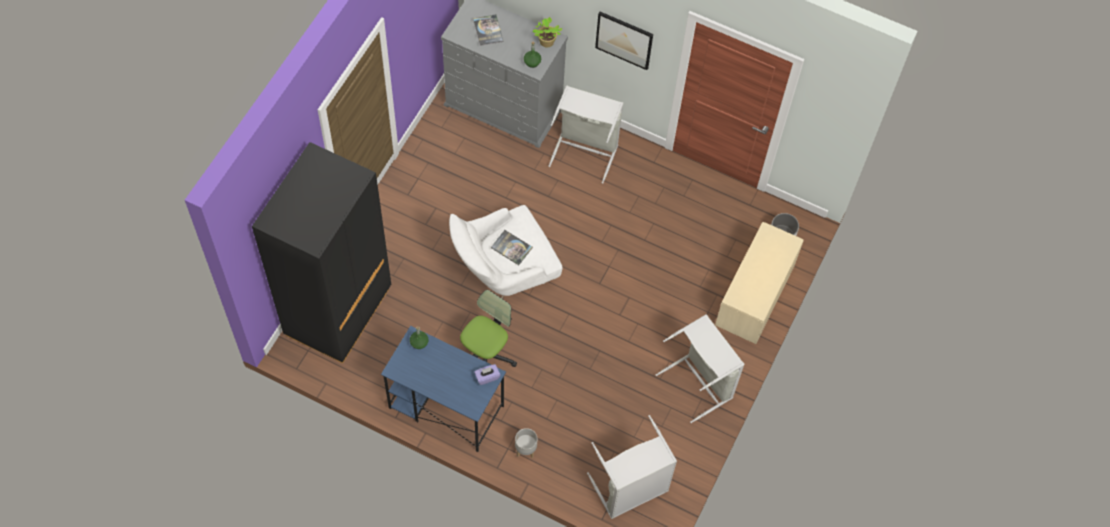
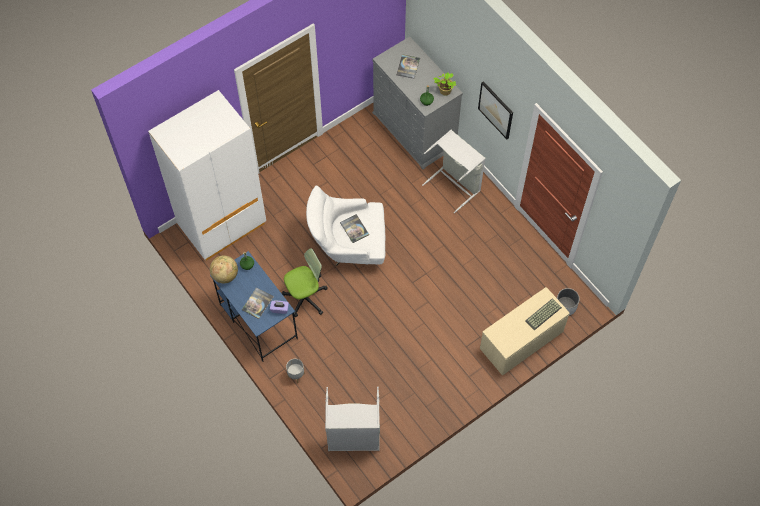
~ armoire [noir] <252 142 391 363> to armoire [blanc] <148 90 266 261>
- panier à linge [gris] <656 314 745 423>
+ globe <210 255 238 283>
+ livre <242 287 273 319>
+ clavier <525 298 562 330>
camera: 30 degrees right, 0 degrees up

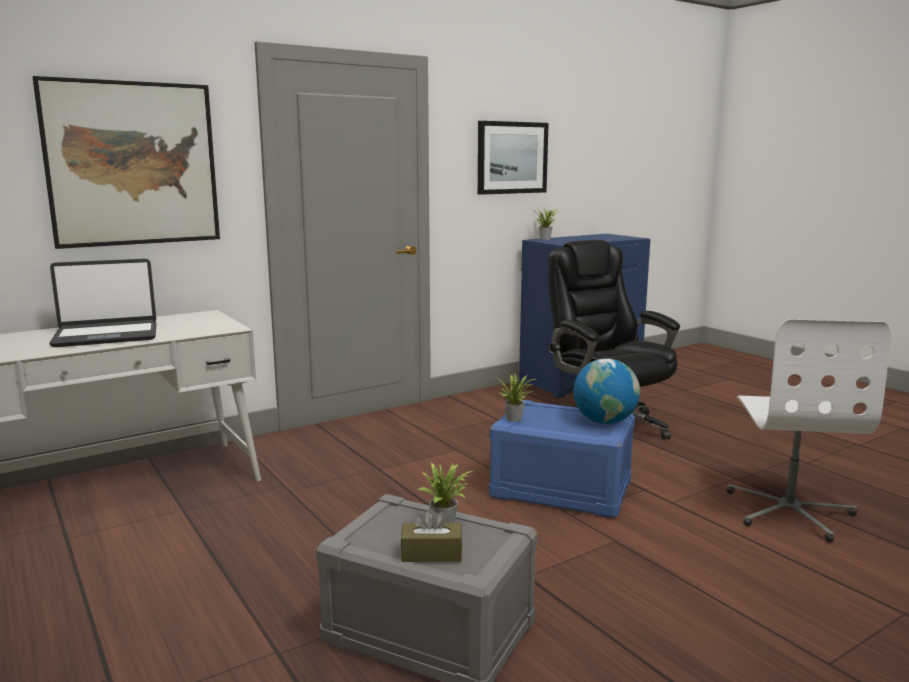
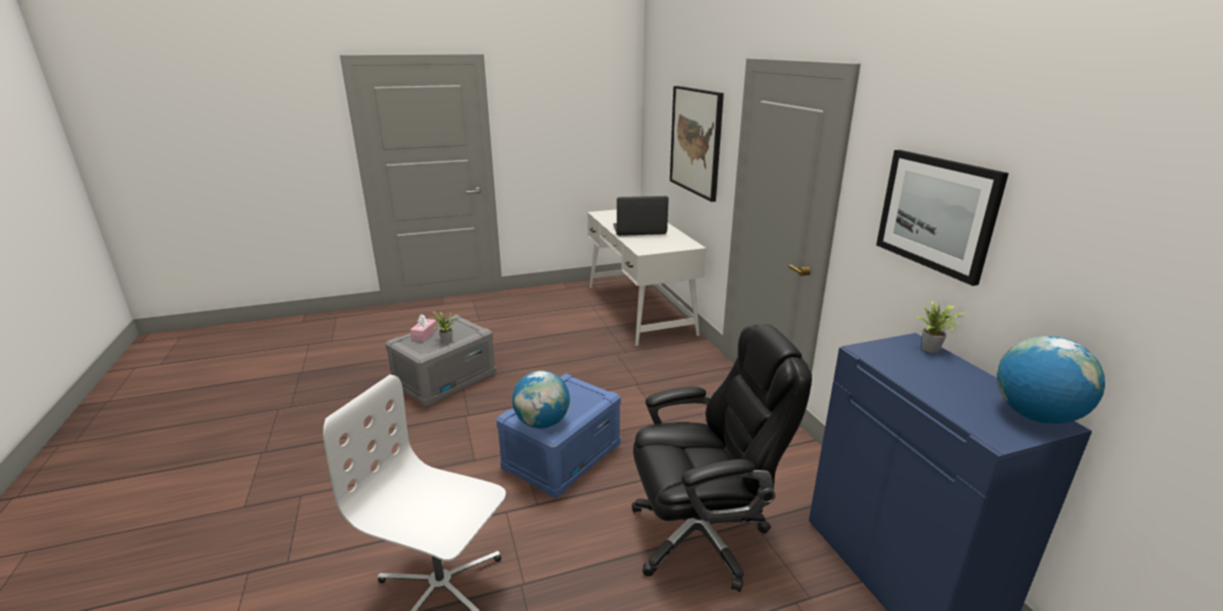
~ ordinateur portable <49 259 157 347> = <613 196 669 236> 90 degrees clockwise
~ boîte à mouchoirs [marron] <400 508 462 562> to boîte à mouchoirs [rose] <410 314 438 341>
- plante en pot <497 373 535 422>
+ globe <997 336 1105 424>
camera: 105 degrees right, 10 degrees up

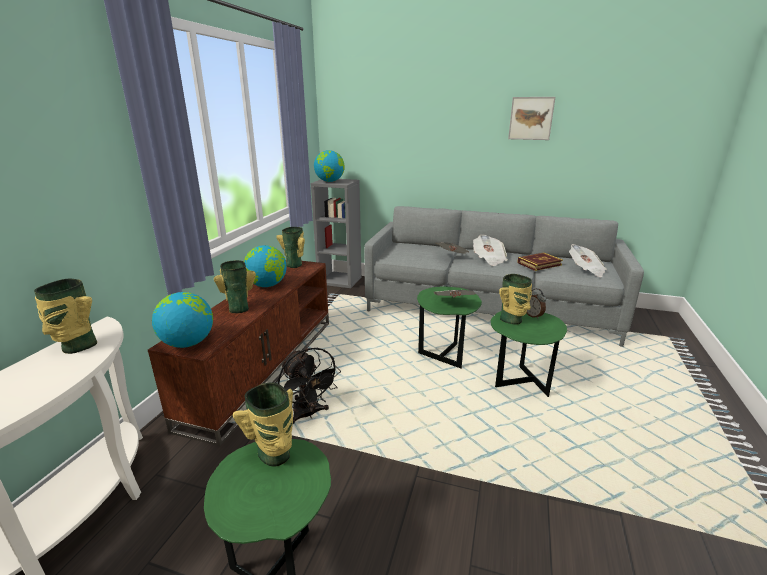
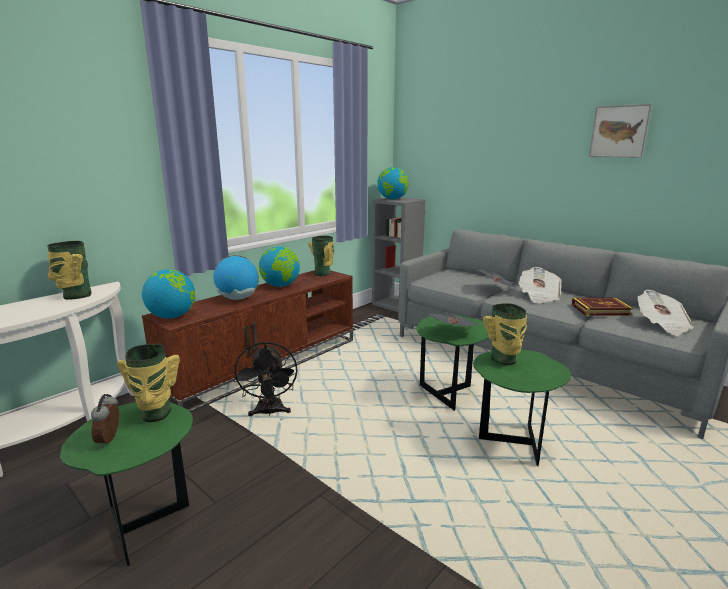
~ vase <214 260 256 313> to globe <213 255 259 300>
~ réveil <527 288 546 319> to <91 394 119 447>
camera: 25 degrees right, 5 degrees down

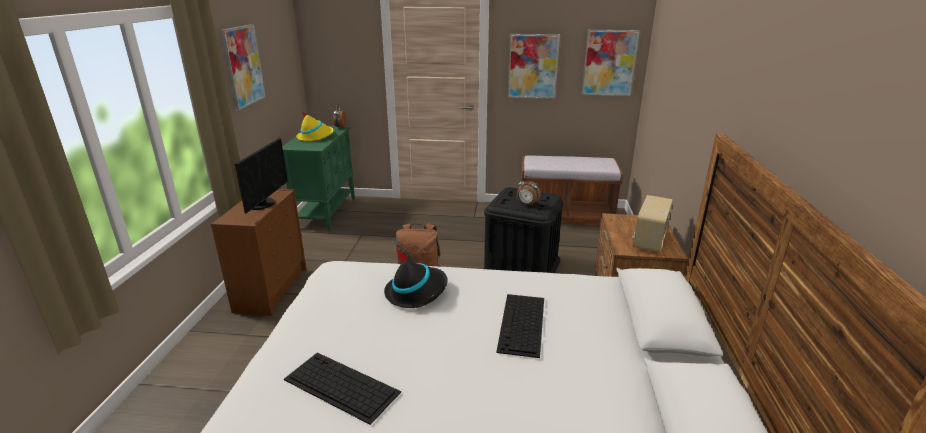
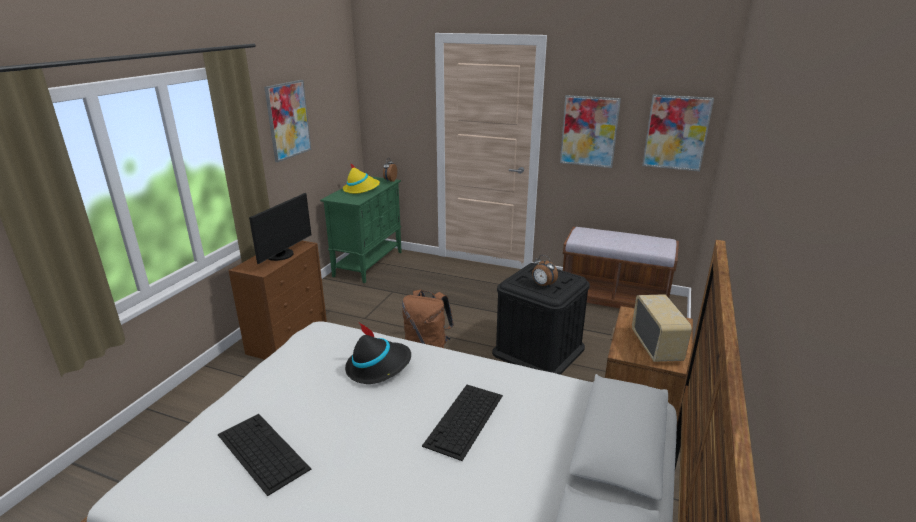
~ radio <632 195 673 252> = <632 294 692 362> 135 degrees clockwise
camera: 15 degrees right, 0 degrees up

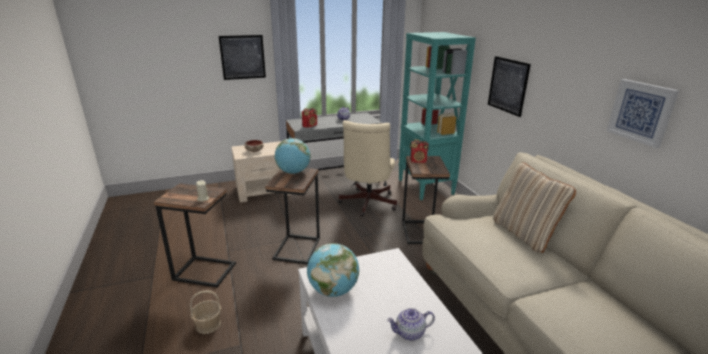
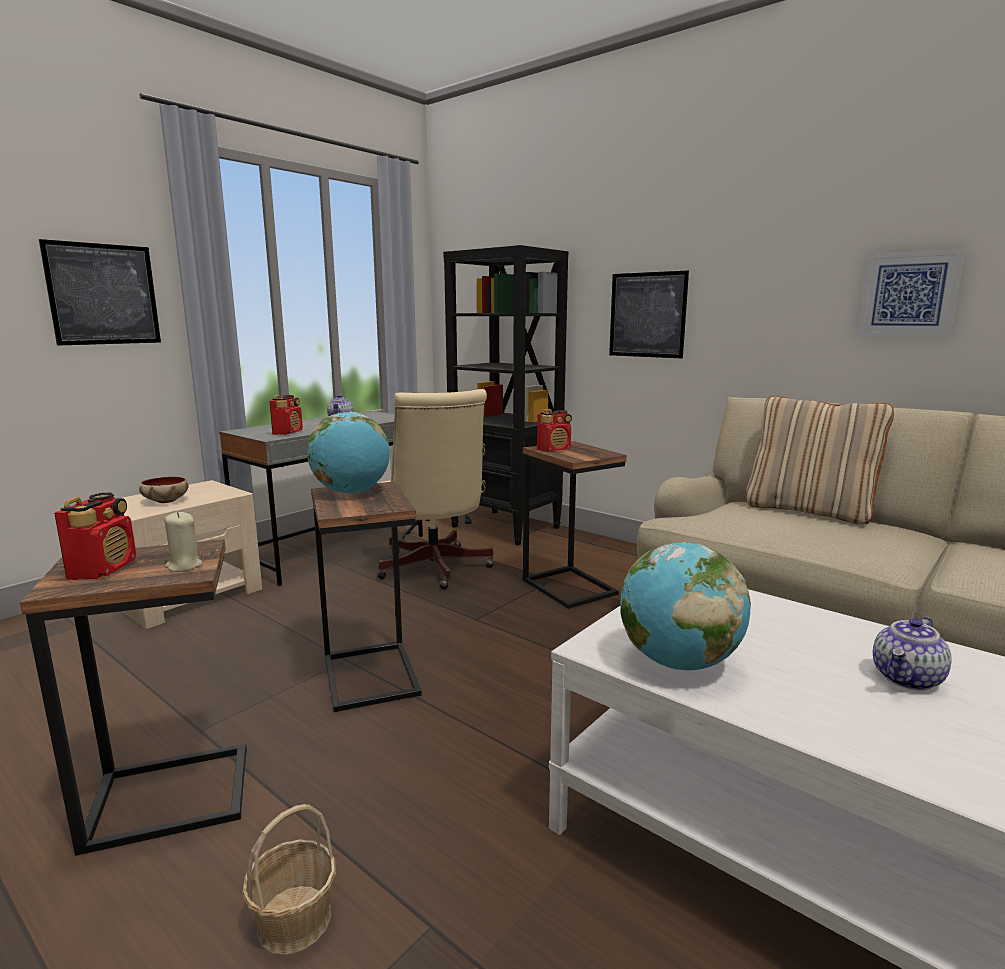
~ bibliothèque [turquoise] <399 32 476 200> to bibliothèque [noir] <443 245 568 546>
+ radio <54 492 136 580>
camera: 30 degrees left, 10 degrees down

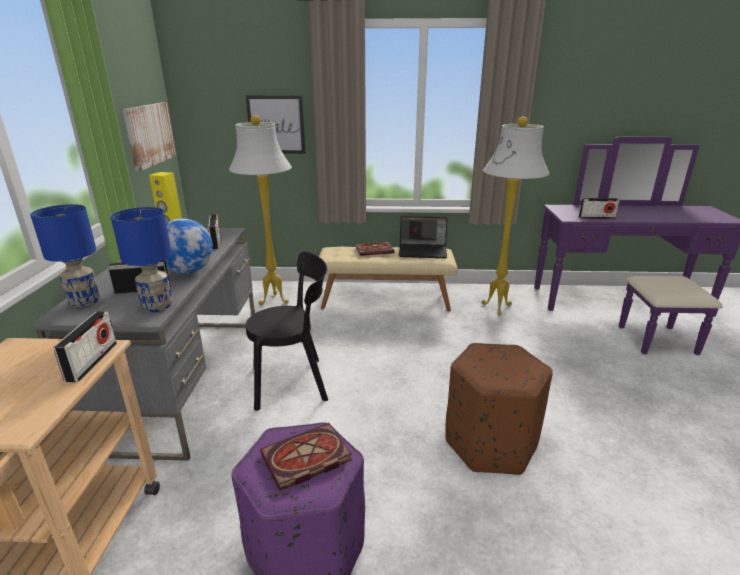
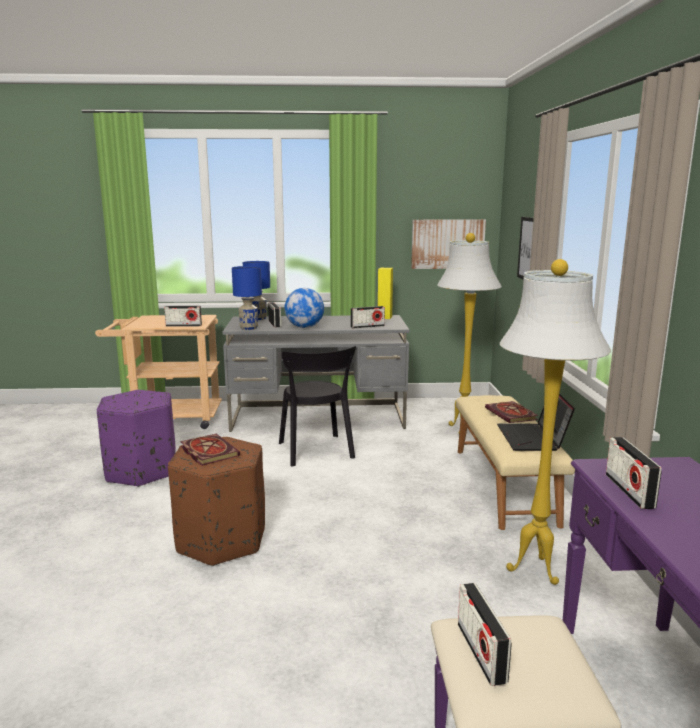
~ livre <260 423 352 491> to <180 434 240 466>
+ radio <458 583 512 686>
camera: 85 degrees right, 10 degrees down

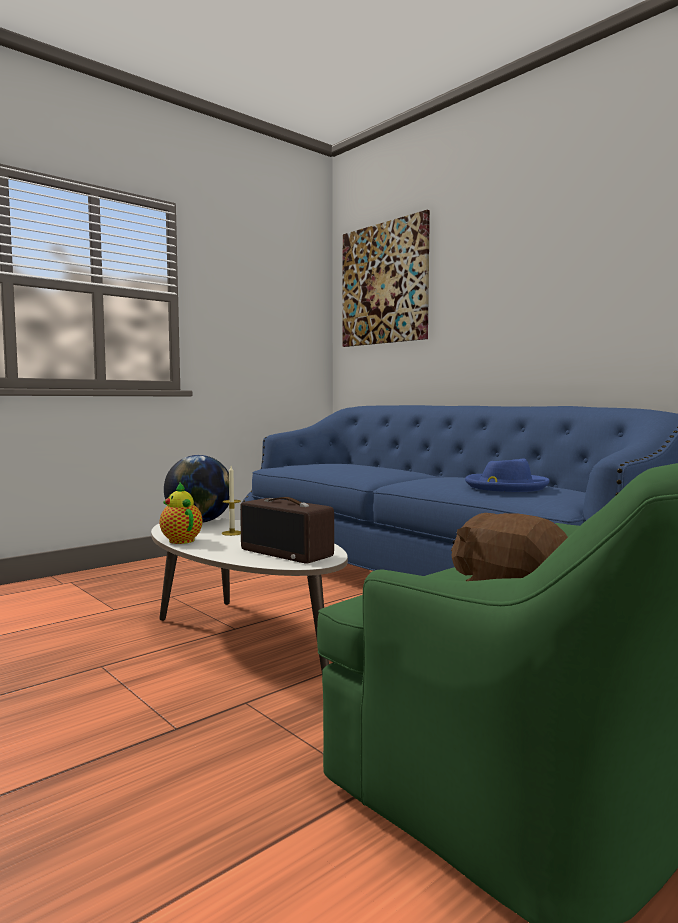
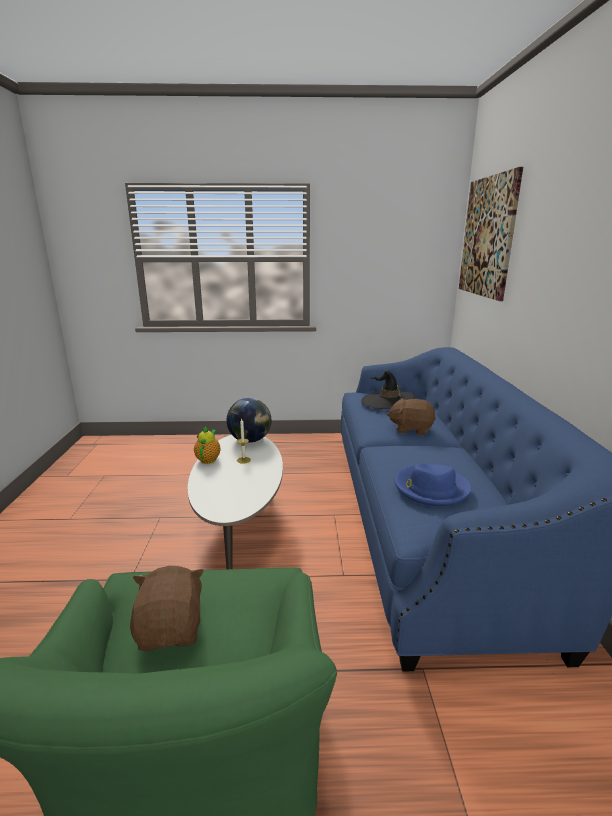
- radio <240 497 334 564>
+ chapeau [noir] <361 370 415 409>
+ peluche [marron] <387 398 436 435>
camera: 40 degrees right, 15 degrees up

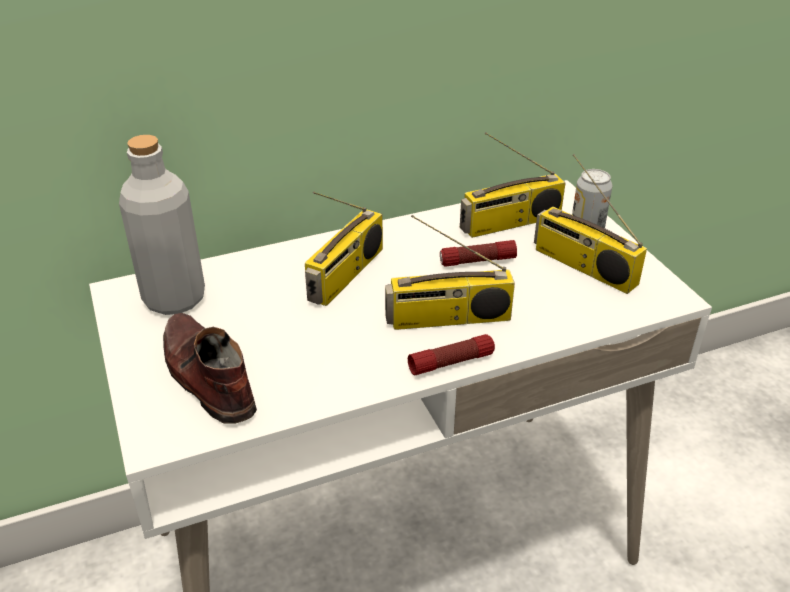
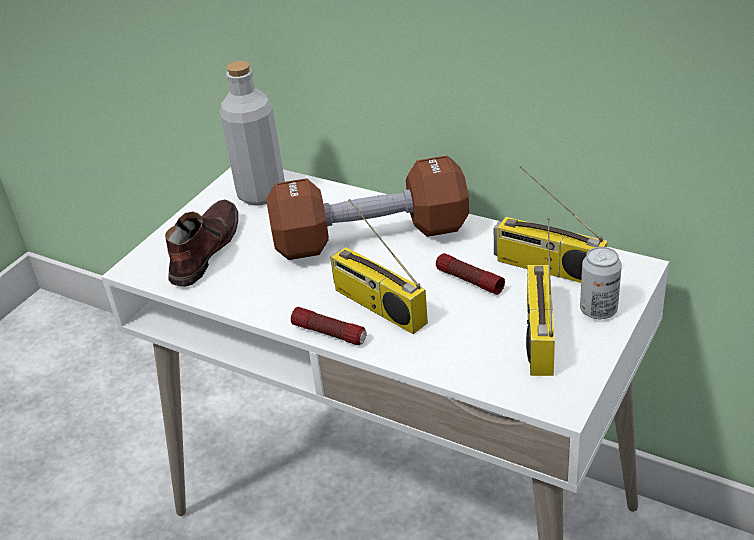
~ radio <305 192 383 306> to haltère [marron] <266 156 469 260>
camera: 55 degrees right, 0 degrees up

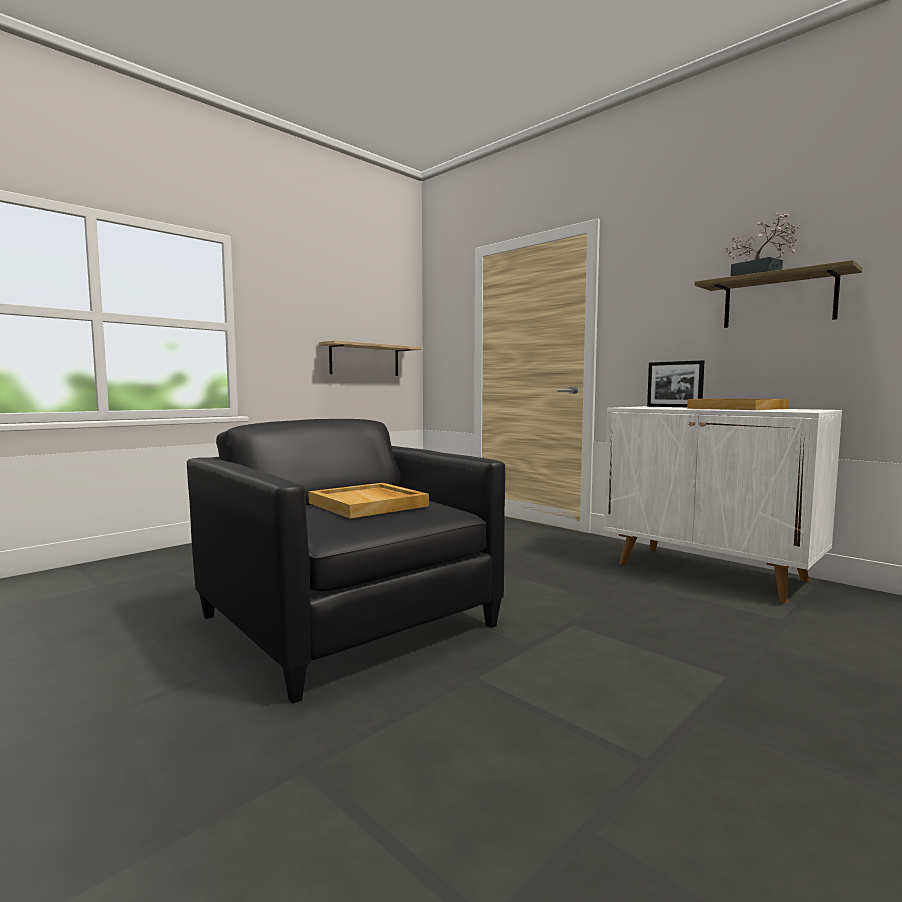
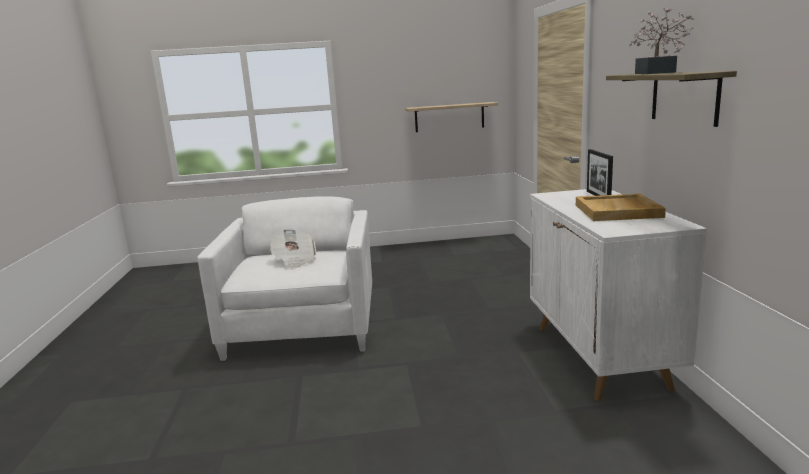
~ fauteuil [noir] <187 419 505 704> to fauteuil [blanc] <197 196 372 361>
~ plateau [beige] <308 483 429 519> to journal <270 229 316 269>
camera: 40 degrees right, 10 degrees up

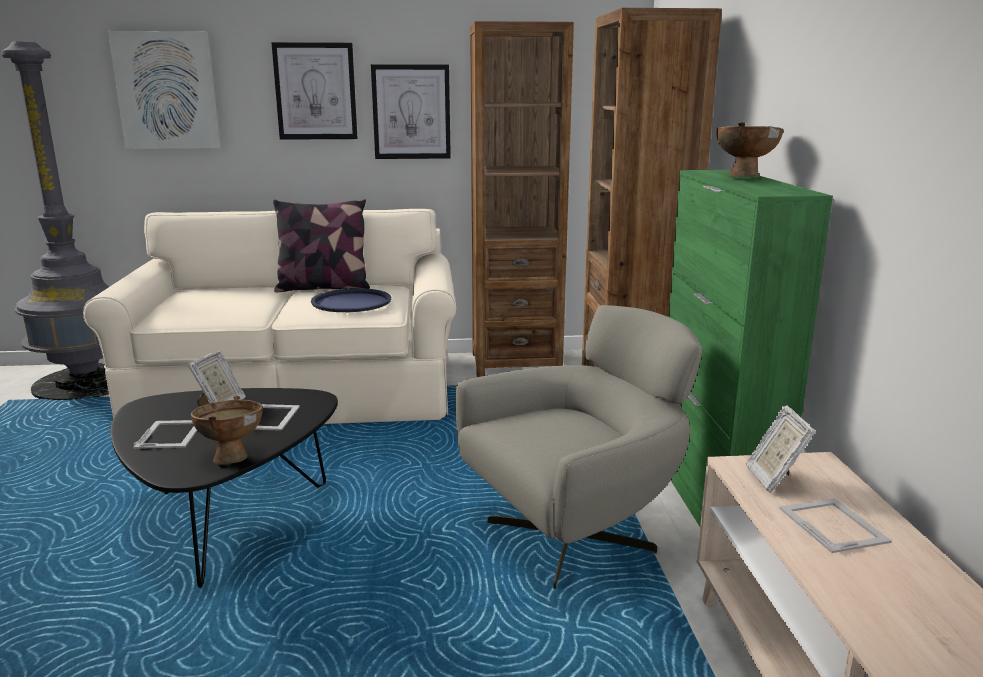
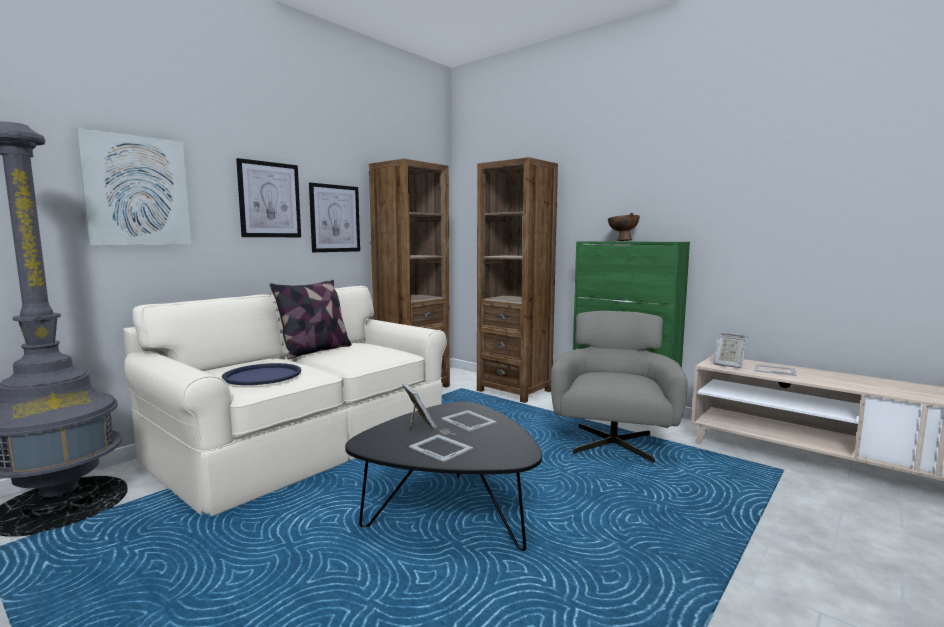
- bol [marron] <191 396 263 464>
~ plateau [bleu] <311 288 391 312> to <222 363 301 385>
camera: 45 degrees left, 10 degrees down

